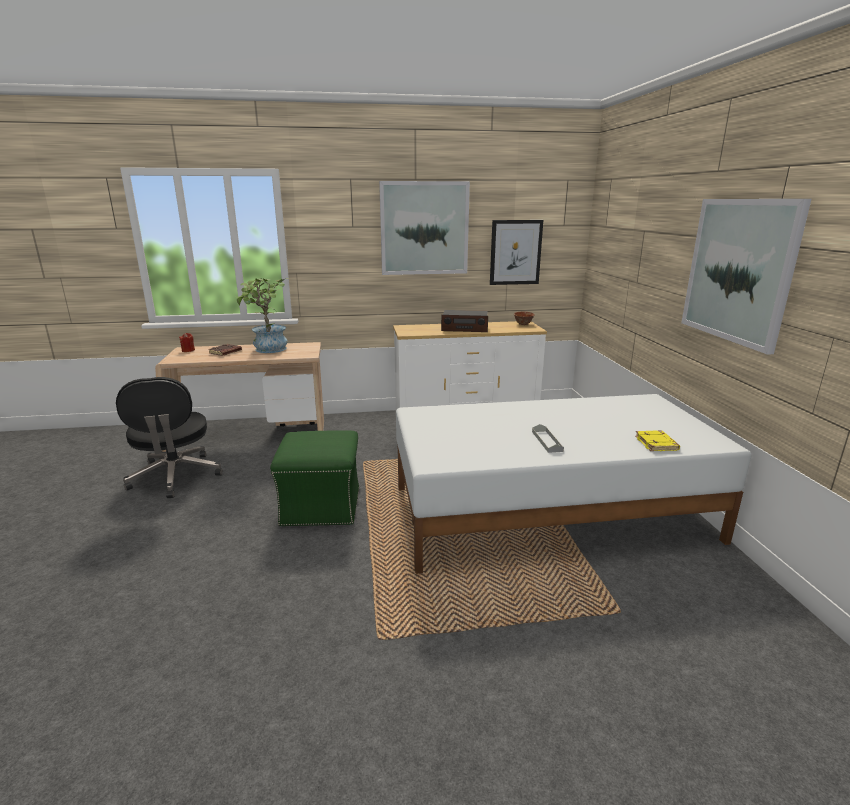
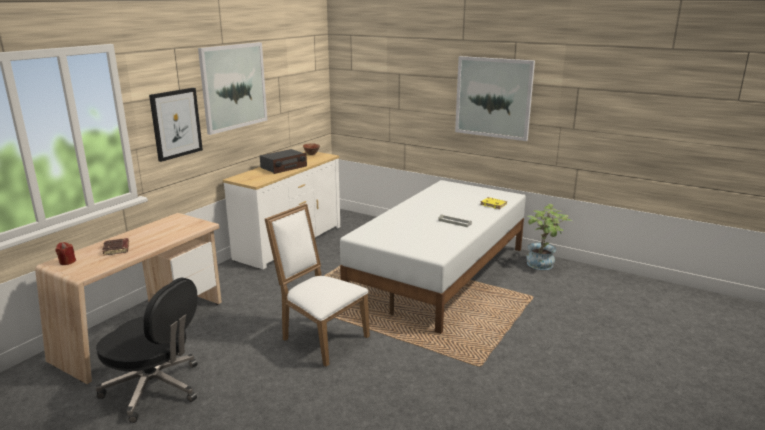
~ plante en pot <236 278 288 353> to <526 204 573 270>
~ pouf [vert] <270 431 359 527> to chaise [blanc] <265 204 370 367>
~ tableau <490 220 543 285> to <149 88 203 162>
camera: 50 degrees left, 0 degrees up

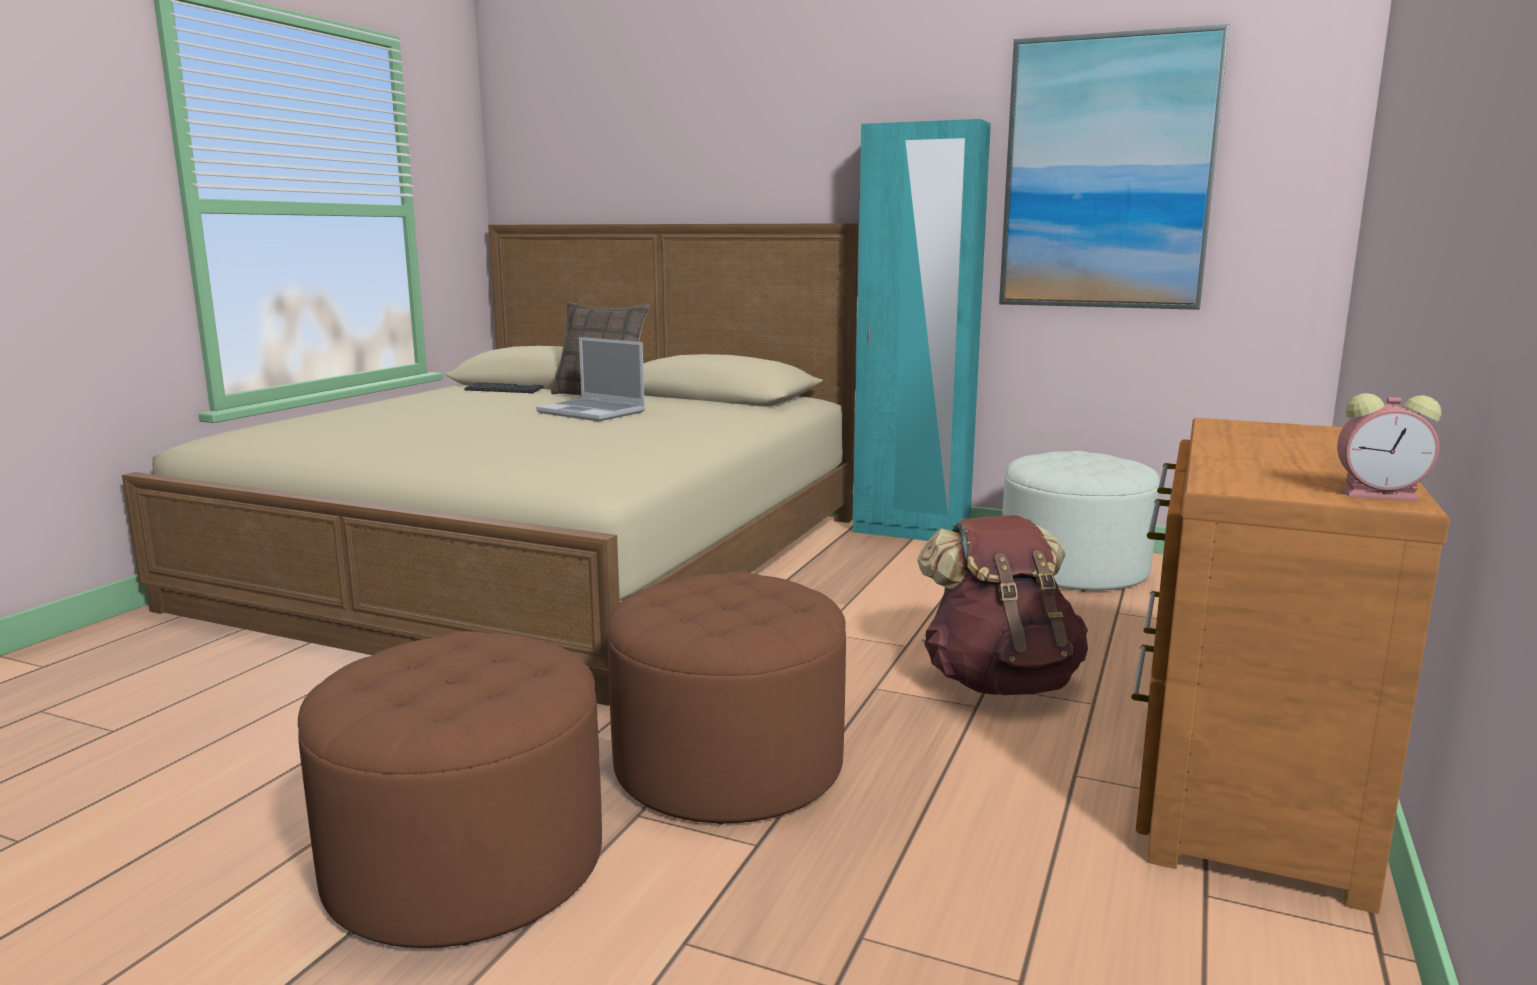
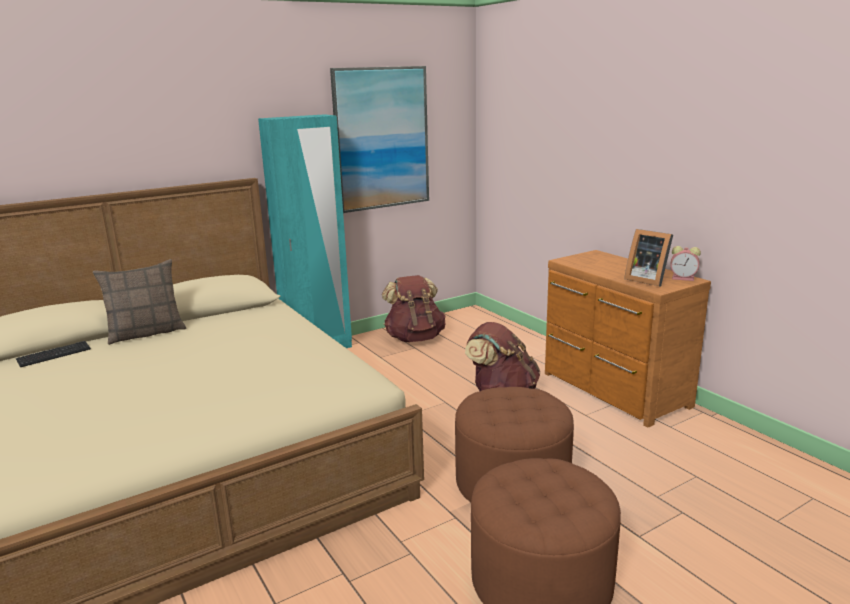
- ordinateur portable <536 337 645 421>
~ pouf [blanc] <1002 451 1160 591> to sac à dos [marron] <382 275 445 342>
~ réveil <1337 393 1441 501> = <671 246 701 281> 60 degrees clockwise
+ cadre photo <624 229 673 287>
camera: 55 degrees left, 5 degrees up

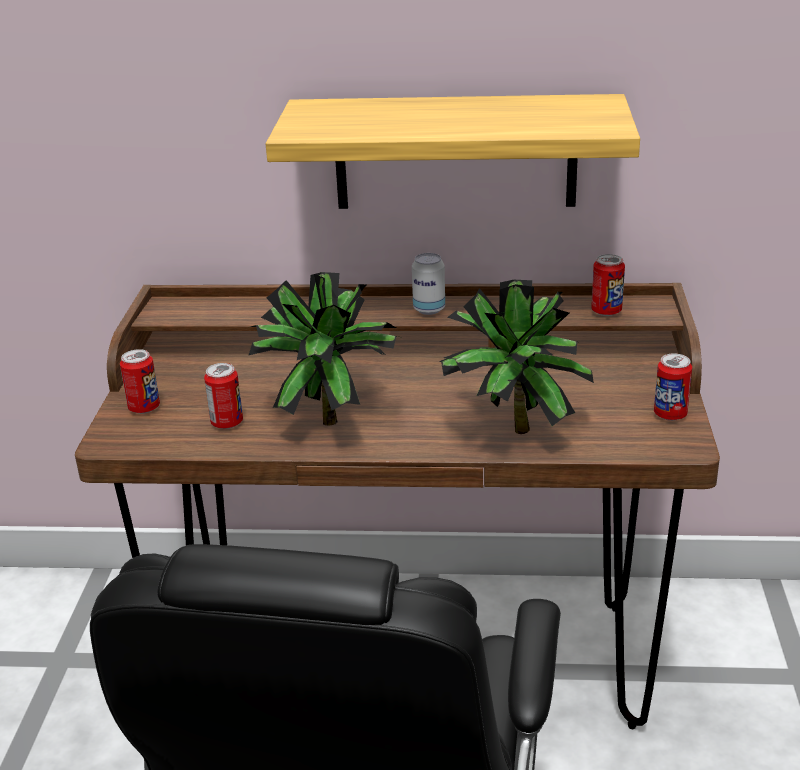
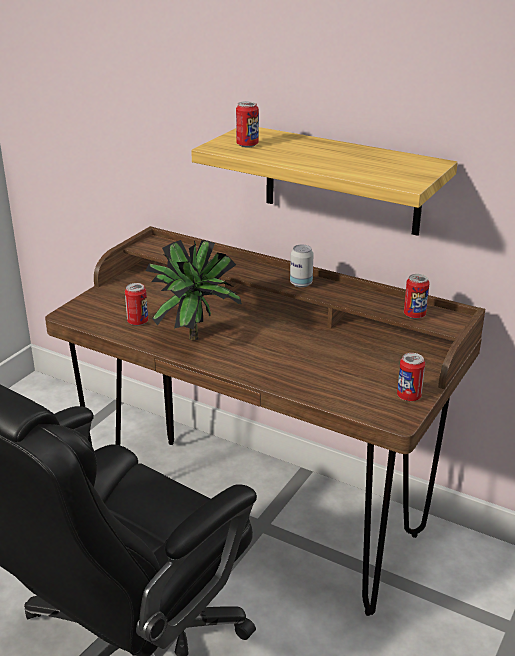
~ boîte métallique <120 349 160 414> to <236 101 259 148>
- plante en pot <440 280 594 434>
camera: 25 degrees right, 0 degrees up

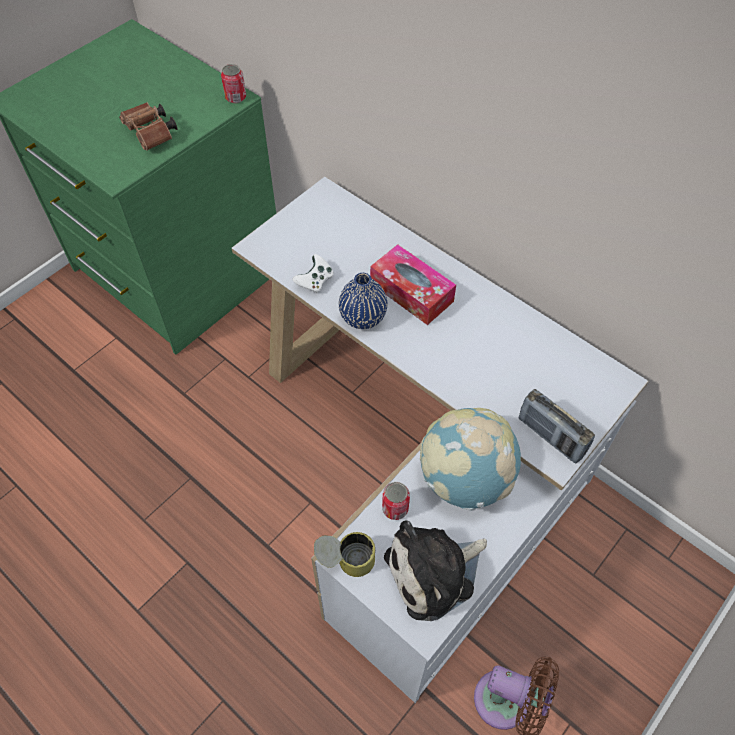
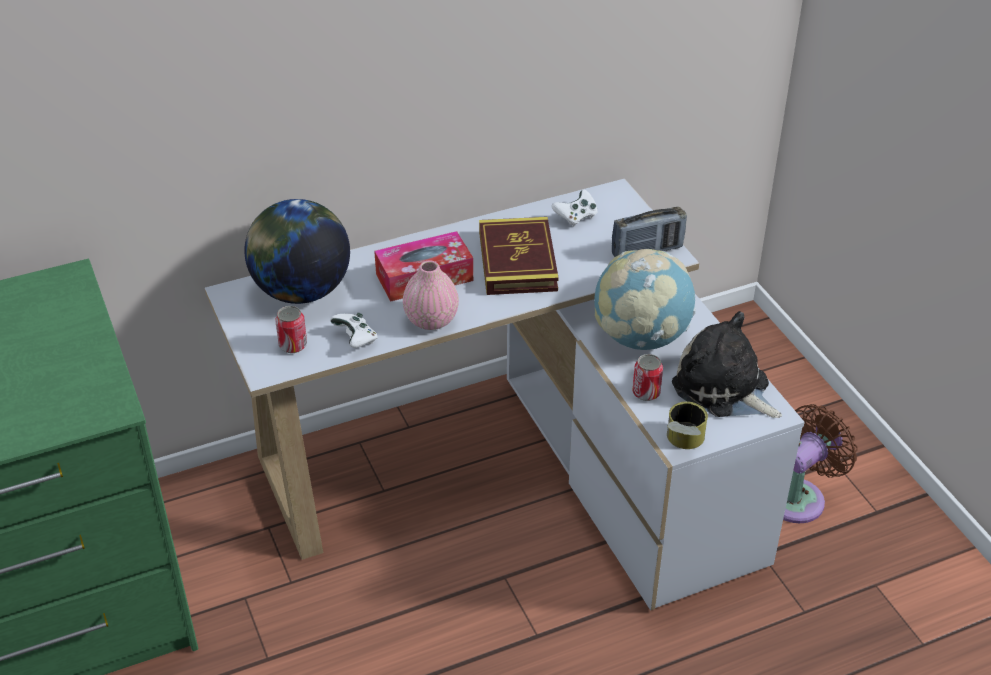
- jumelles [marron] <119 102 177 151>
~ boîte métallique <221 64 246 103> to <275 306 307 353>
~ vase [bleu] <339 273 387 329> to vase [rose] <403 260 459 330>
~ peluche <384 520 487 621> = <672 311 782 418> 135 degrees clockwise
+ globe <244 199 350 304>
+ livre <479 217 559 295>
+ manette [blanc] <551 190 598 227>
camera: 65 degrees left, 15 degrees down

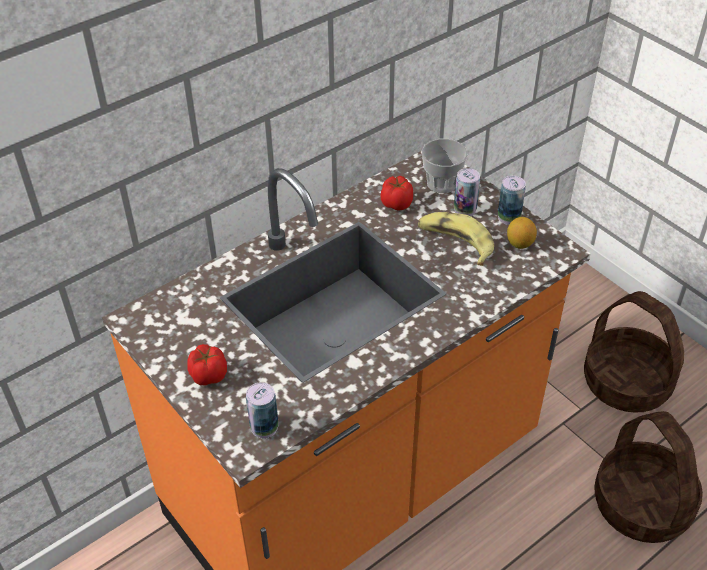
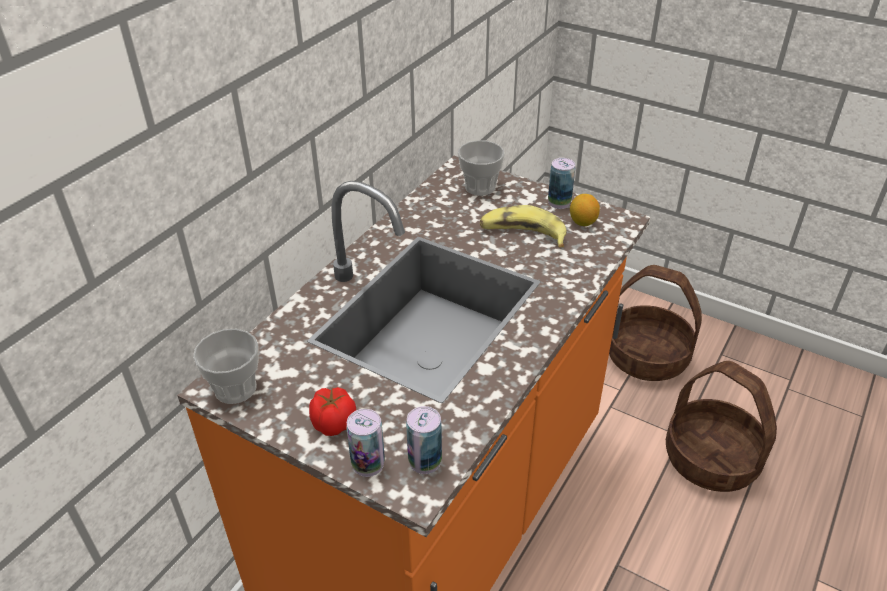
- tomate <380 176 413 211>
~ boîte métallique <454 168 480 216> to <346 409 385 477>
+ tasse <193 329 259 404>
camera: 20 degrees left, 5 degrees down

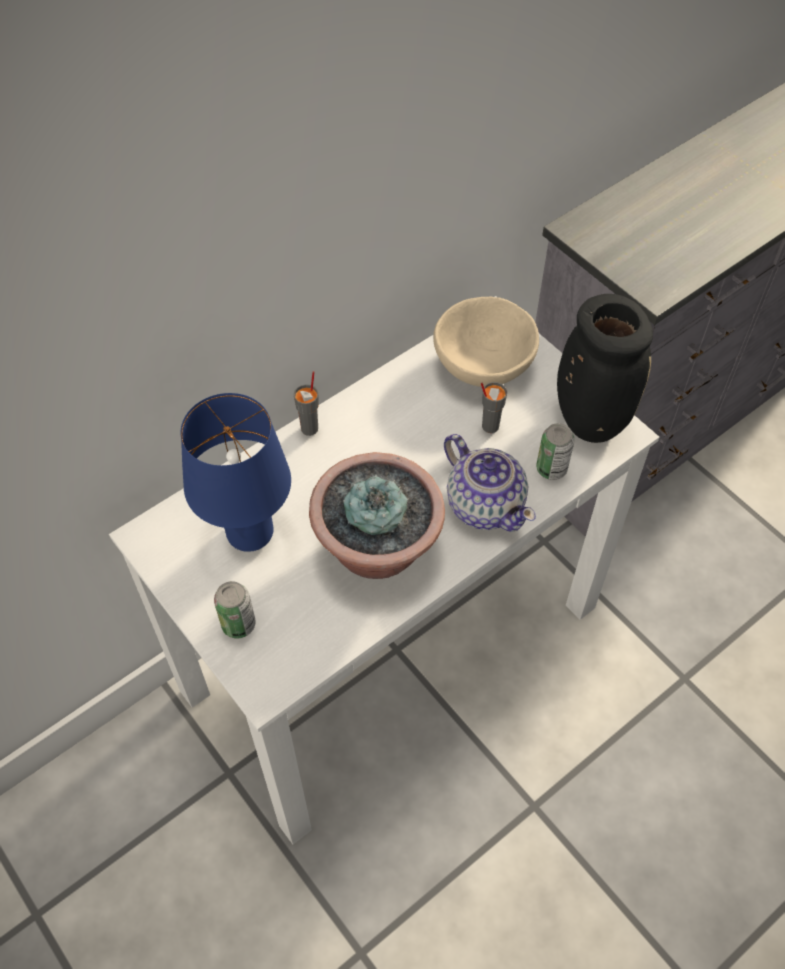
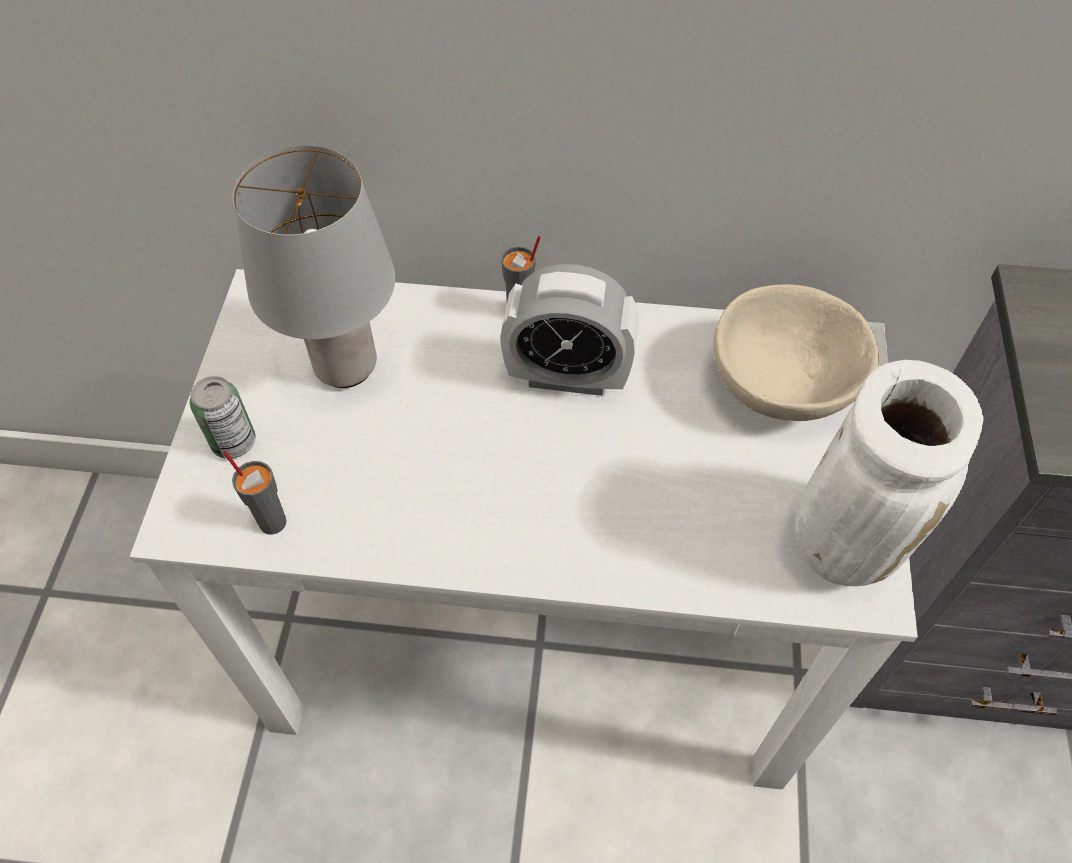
~ lampe de table [bleu] <181 393 291 552> to lampe de table [gris] <232 146 395 388>
- plante en pot <309 452 445 579>
- théière <444 434 536 532>
~ tasse [gris] <481 382 507 433> to <223 451 287 535>
- boîte métallique <536 423 574 480>
~ vase [noir] <557 294 653 443> to vase [blanc] <795 360 984 586>
+ réveil <500 264 638 396>
camera: 45 degrees right, 0 degrees up

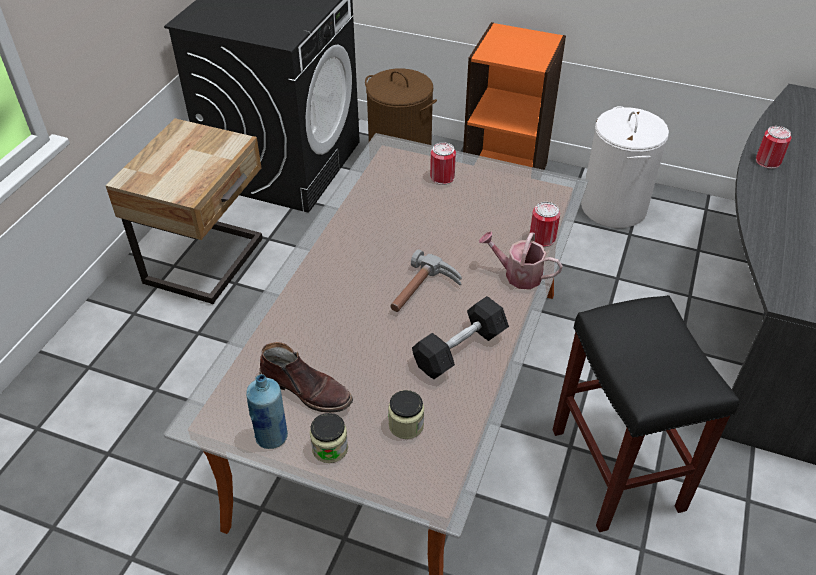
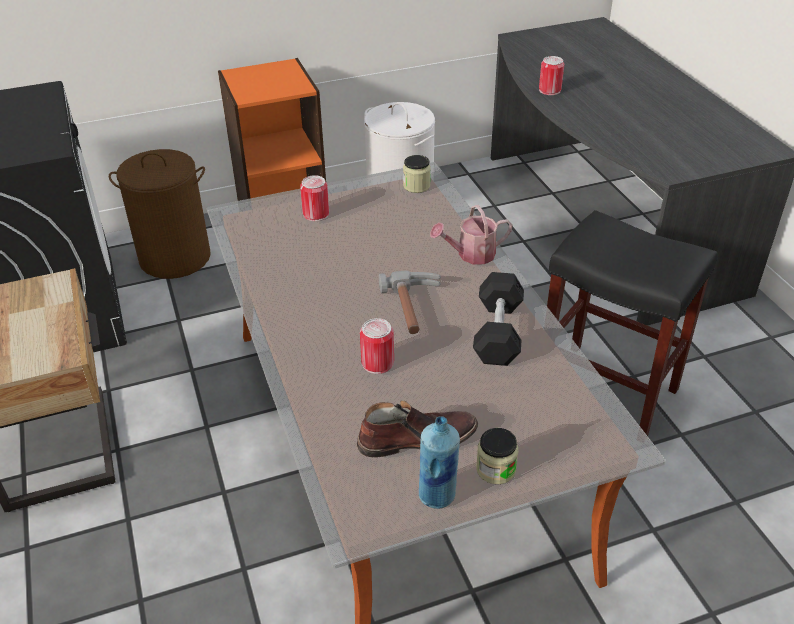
~ bocal <388 390 424 439> to <403 155 431 193>
~ boîte métallique <530 202 560 247> to <360 318 394 374>
camera: 40 degrees left, 5 degrees down

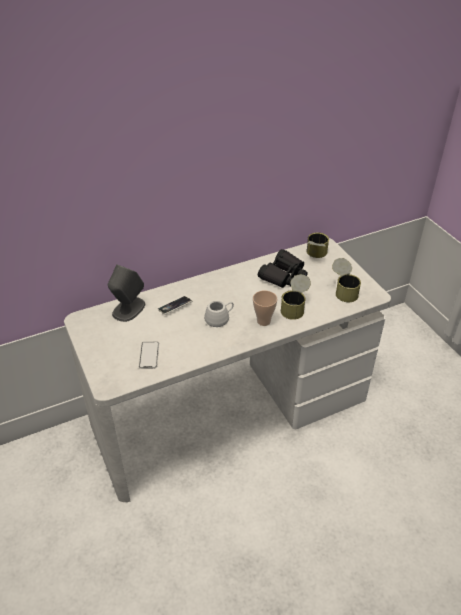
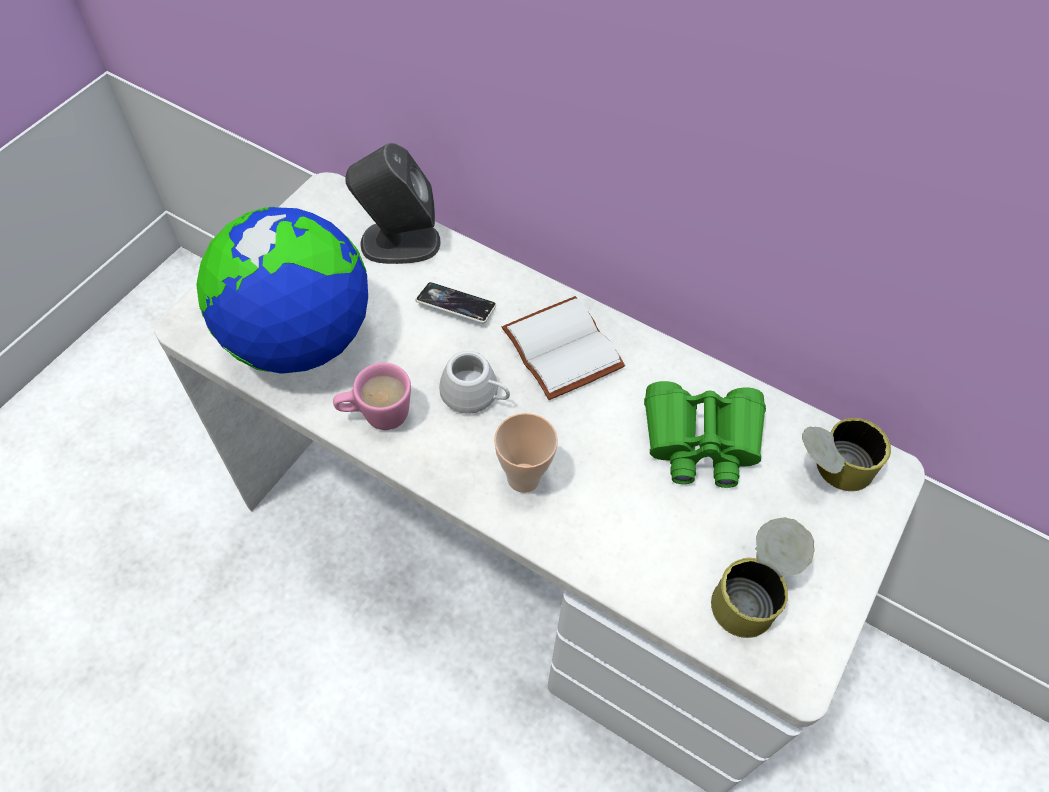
~ téléphone <139 342 159 369> to globe <196 207 368 374>
~ jumelles [noir] <258 249 308 288> to jumelles [vert] <644 381 766 488>
- boîte métallique <281 274 311 320>
+ mug [rose] <333 363 411 430>
+ livre [blanc] <502 296 625 400>
camera: 55 degrees right, 15 degrees up

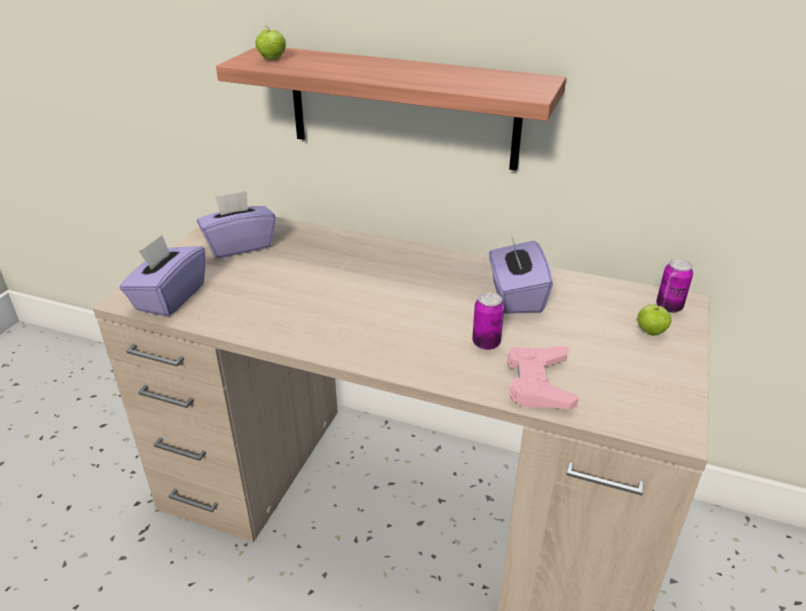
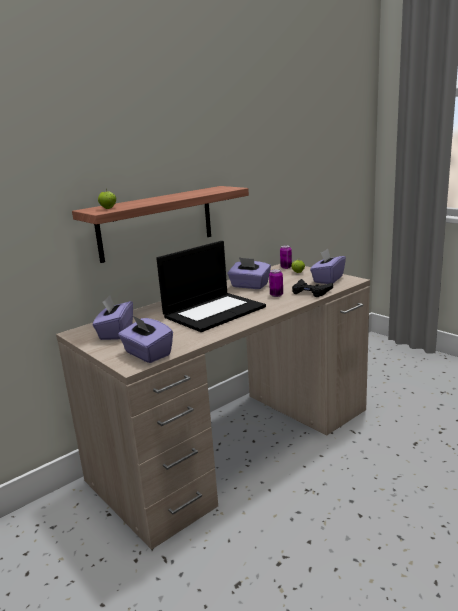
~ manette [rose] <507 346 578 409> to manette [noir] <292 279 333 297>
+ ordinateur portable <156 241 266 332>
+ boîte à mouchoirs [violet] <310 249 346 284>
camera: 60 degrees left, 15 degrees down

